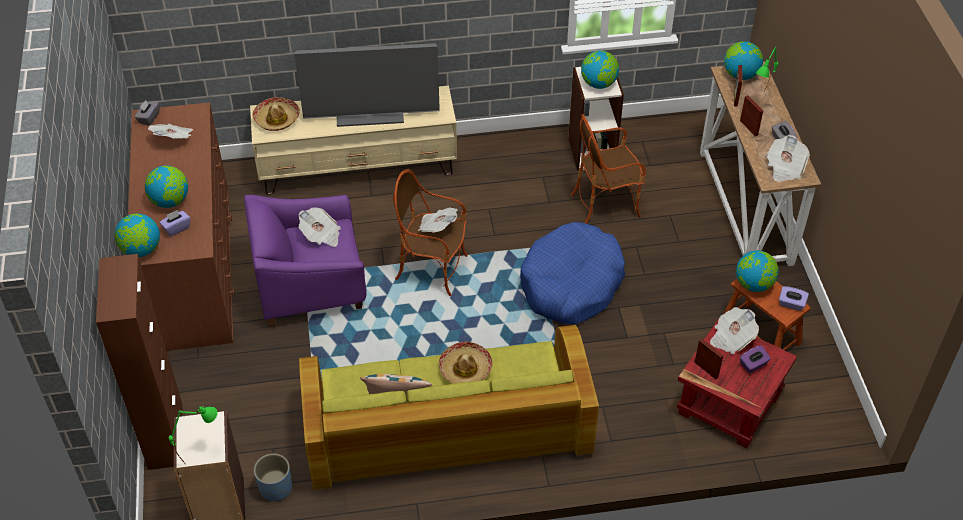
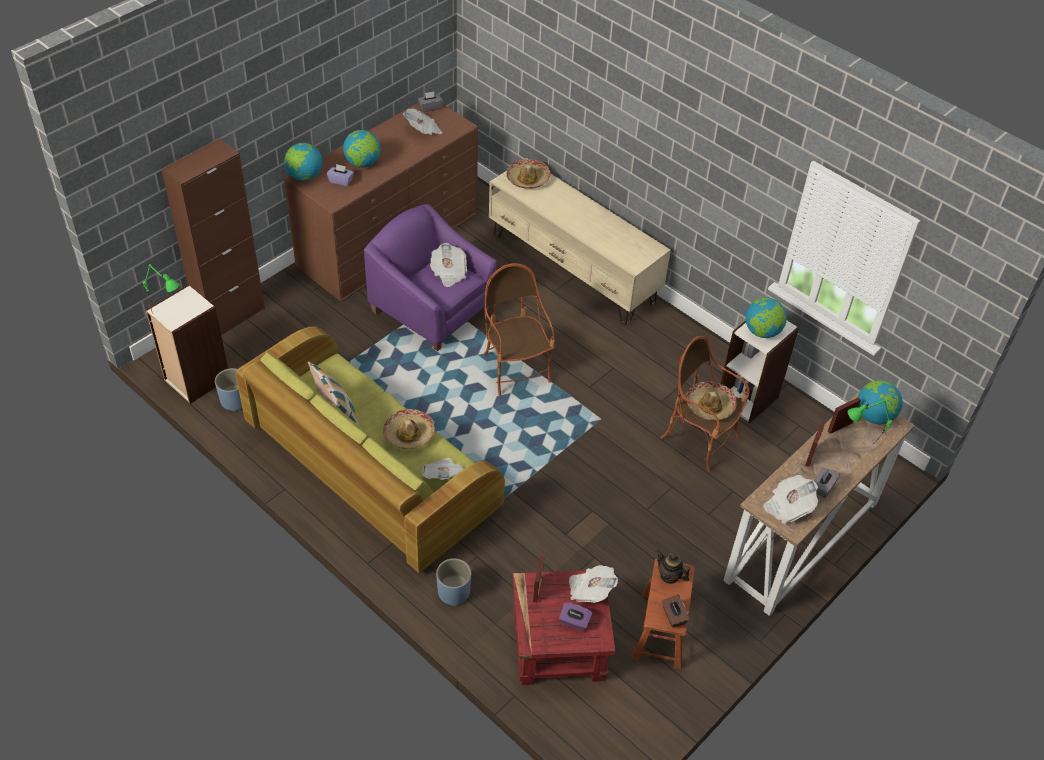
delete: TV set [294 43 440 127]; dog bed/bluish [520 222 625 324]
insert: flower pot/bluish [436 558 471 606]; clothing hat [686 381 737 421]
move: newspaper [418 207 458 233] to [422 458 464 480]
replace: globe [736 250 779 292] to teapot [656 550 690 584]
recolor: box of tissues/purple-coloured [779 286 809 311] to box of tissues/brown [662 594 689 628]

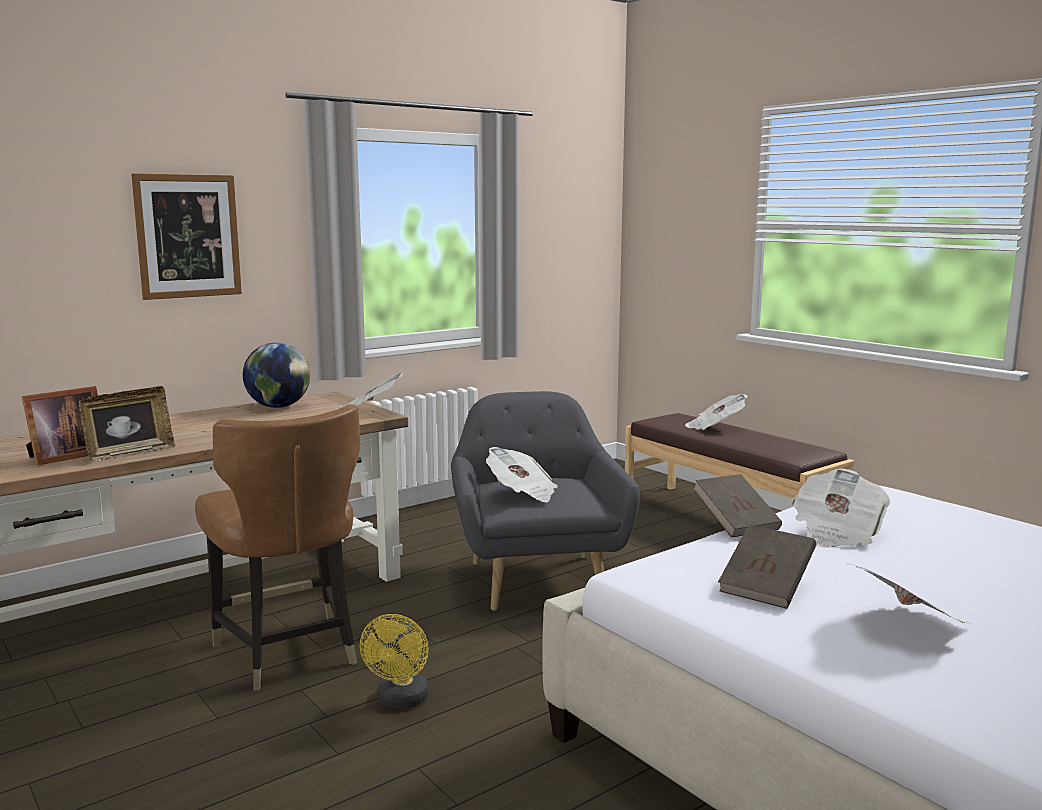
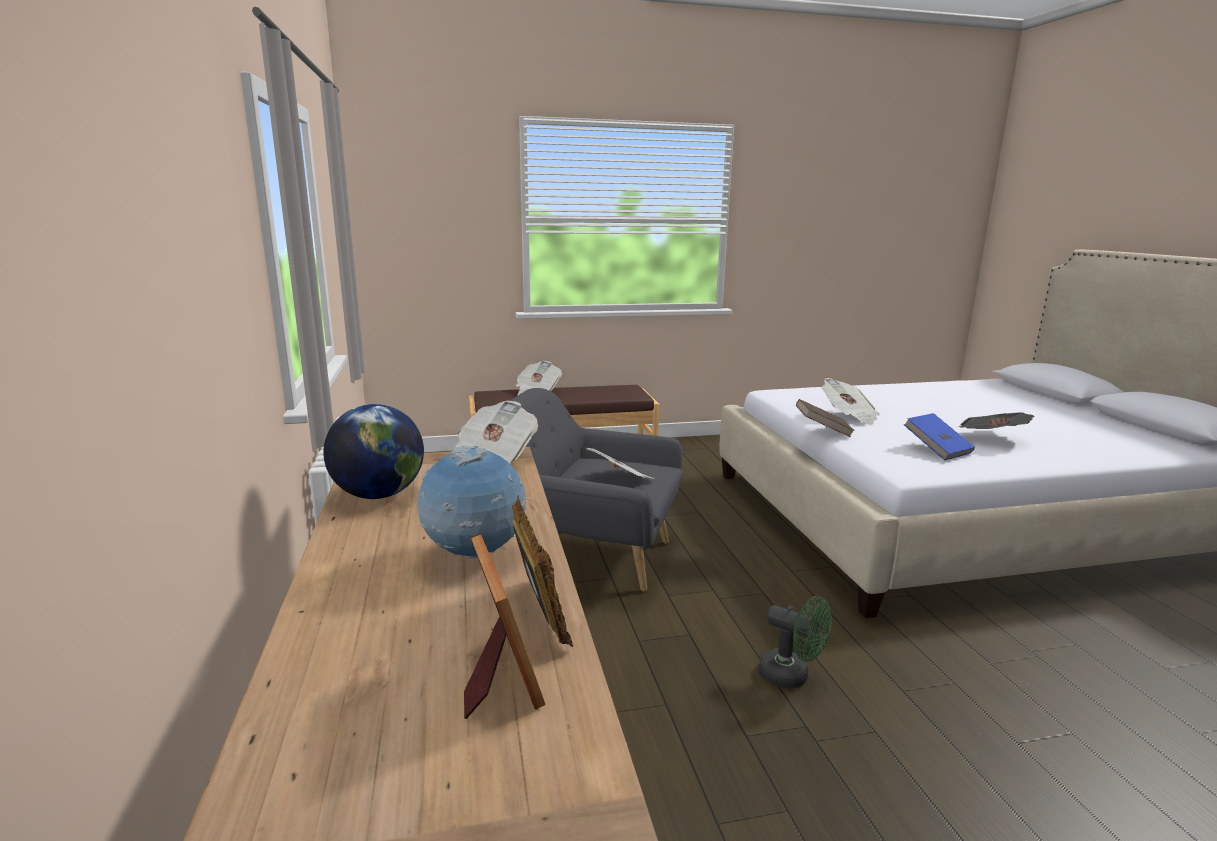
delete: wall art [131 173 242 300]; chair/brown [195 404 360 691]
insert: globe [417 446 526 558]
recolor: electric fan/yellow [360 614 429 709] to electric fan/green-coloured [759 596 832 689]; volume/brown [718 525 816 609] to volume/bluish [904 413 975 460]

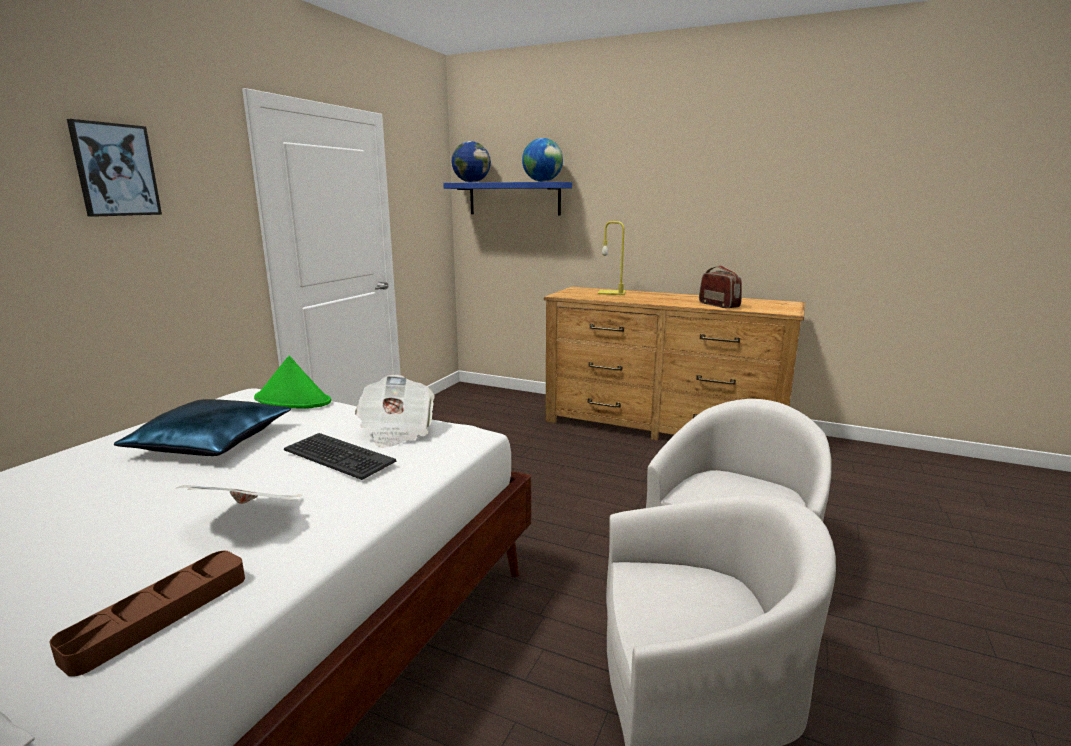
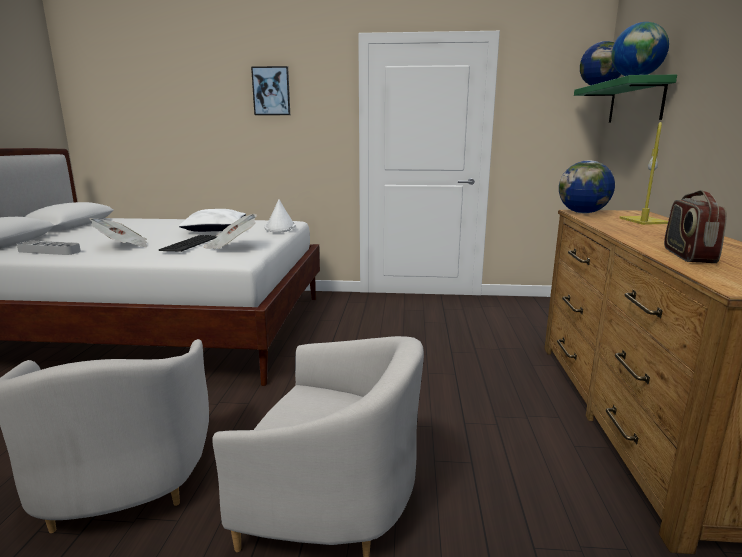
insert: globe [559 160 615 213]
recolor: carrying tray/brown [50 551 245 677] to carrying tray/gray [17 241 81 255]; cushion/bluish [114 399 291 456] to cushion/whitish [179 209 246 232]; clothing hat/green-coloured [254 356 331 409] to clothing hat/whitish [264 199 296 233]; wall shelf/bluish [443 182 572 216] to wall shelf/green-coloured [574 75 677 122]
rotate: radio [699 265 742 308] = [664 190 727 263] 150 degrees clockwise

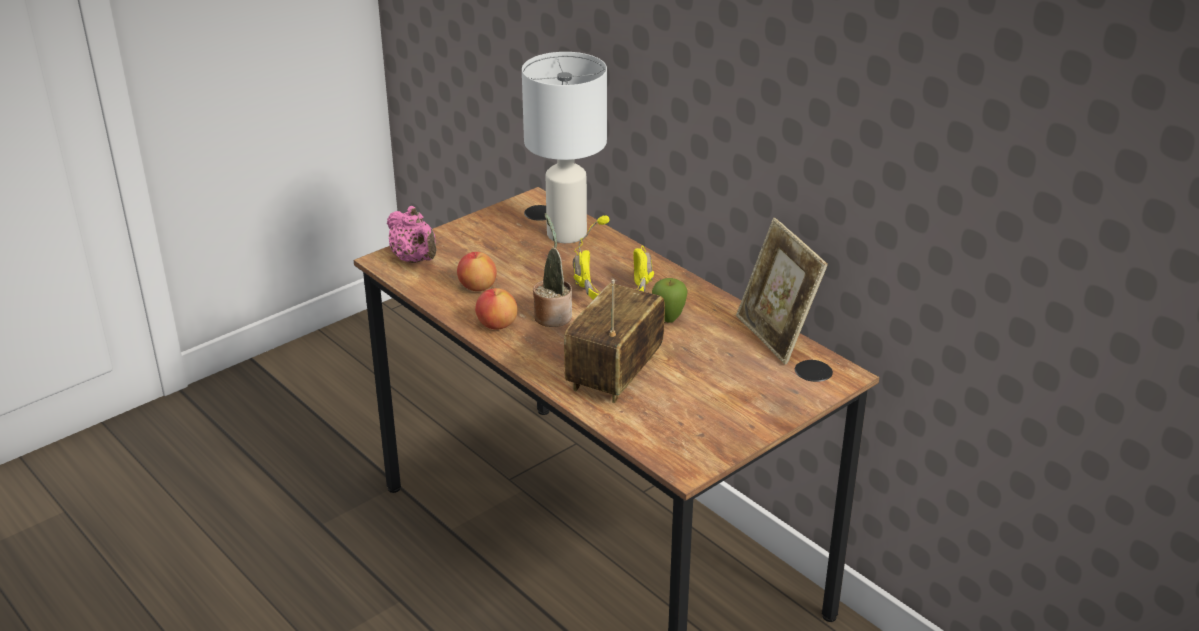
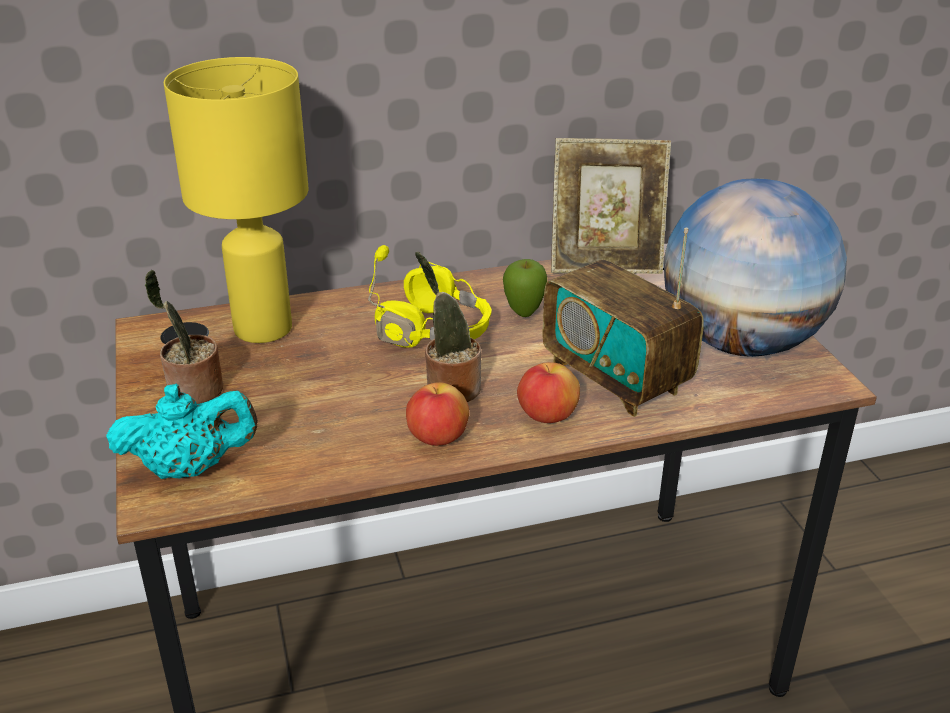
insert: potted plant [144 270 223 404]; globe [664 178 847 357]
move: apple [457 251 497 291] to [517 362 580 423]
recolor: teapot/pink [387 206 436 263] to teapot/blue-green [106 384 258 479]; tabletop lamp/whitish [522 52 607 243] to tabletop lamp/yellow [163 57 309 343]

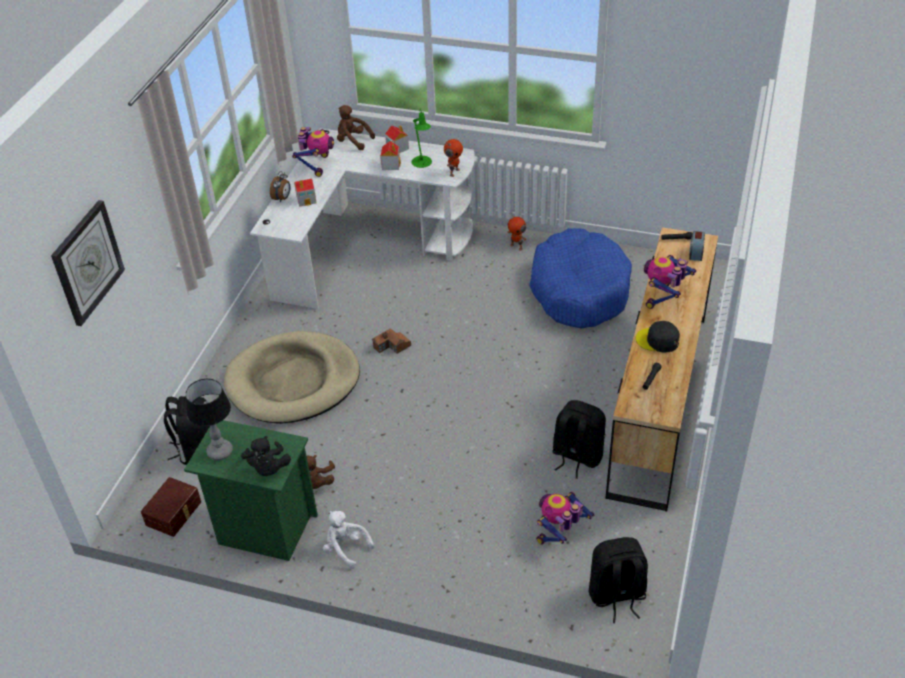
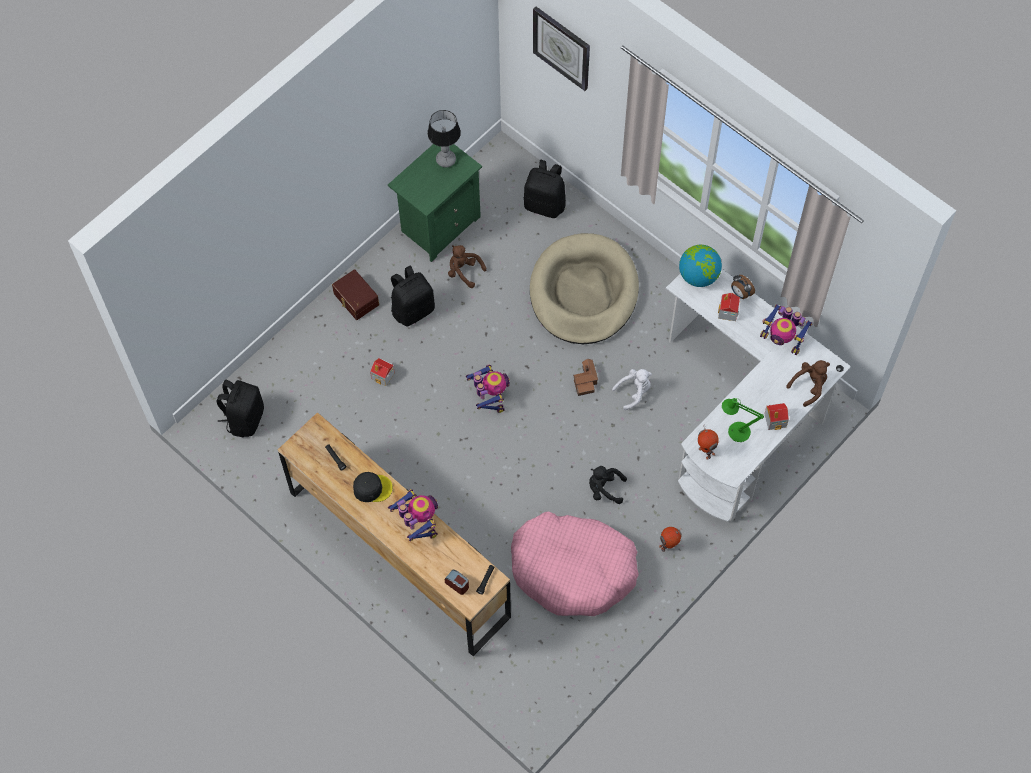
insert: globe [679 245 722 287]
move: storage box/brown [141 477 201 537] to [332 269 379 320]; model house [380 141 401 170] to [370 358 395 386]; backpack/black-coloured [552 400 606 479] to [391 265 435 326]; model robot [536 492 595 545] to [466 364 510 413]; soft toy/black-coloured [241 436 291 476] to [589 466 627 504]; soft toy/whitish [323 511 374 569] to [612 369 652 410]
recolor: dog bed/bluish [529 228 632 329] to dog bed/pink [511 512 639 616]
rotate: peaked cap/black-coloured [636 321 680 353] = [353 472 393 502] 45 degrees clockwise

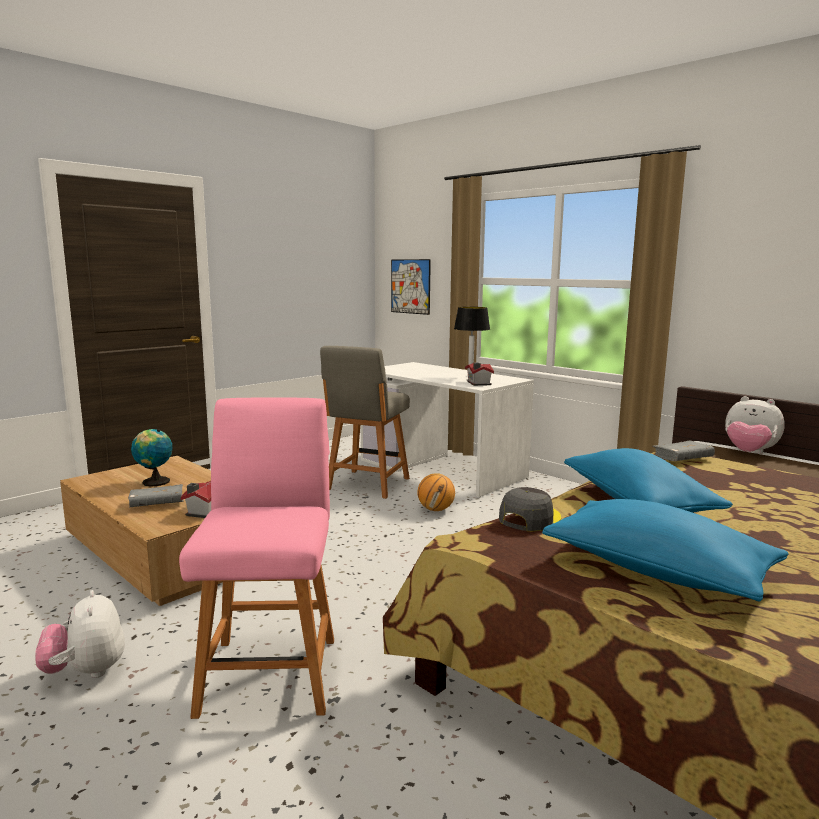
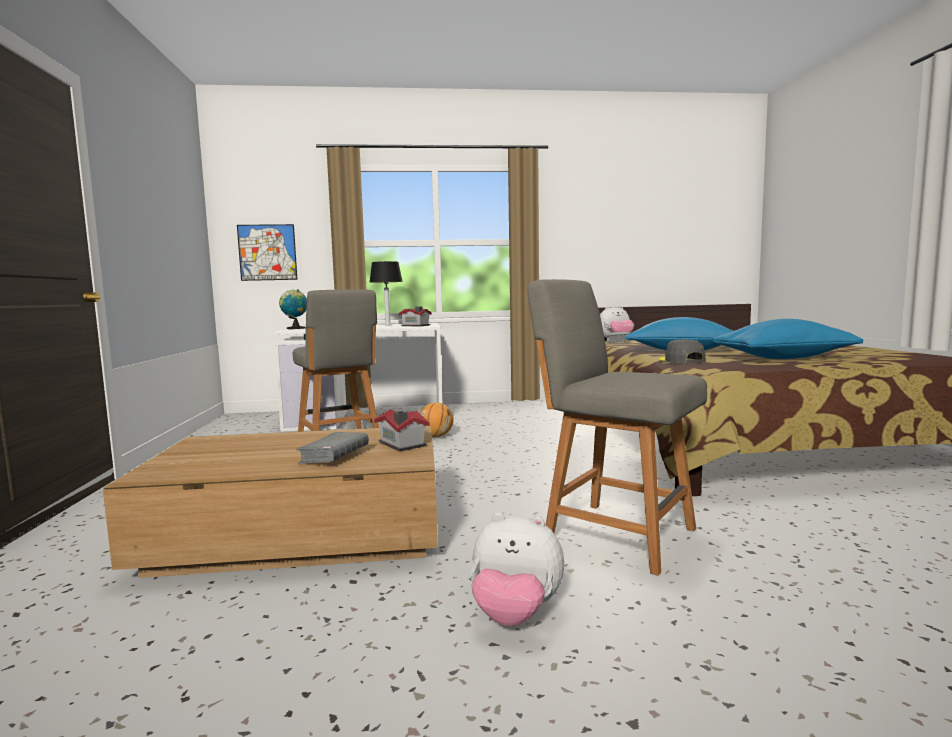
move: globe [131 429 173 487] to [279 289 307 329]
recolor: chair/pink [179 397 334 719] to chair/gray [528 279 707 576]

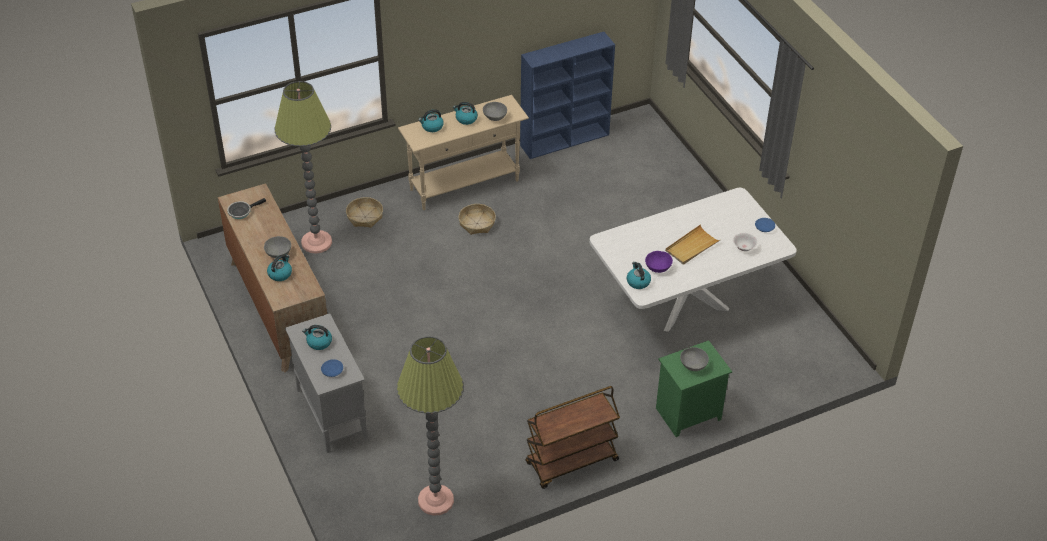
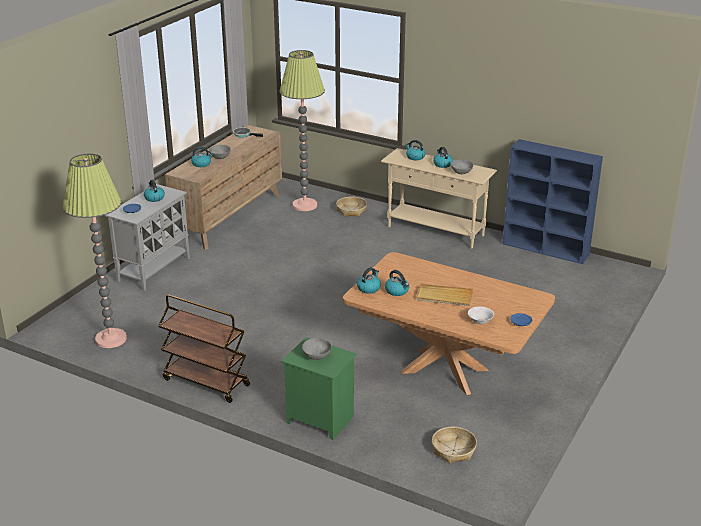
move: household basket [458 204 496 235] to [432 427 477 464]
replace: serving bowl/purple-coloured [645 251 673 273] to water kettle [385 270 409 296]
recolor: kitchen table/whitish [590 188 797 332] to kitchen table/brown [343 252 555 395]

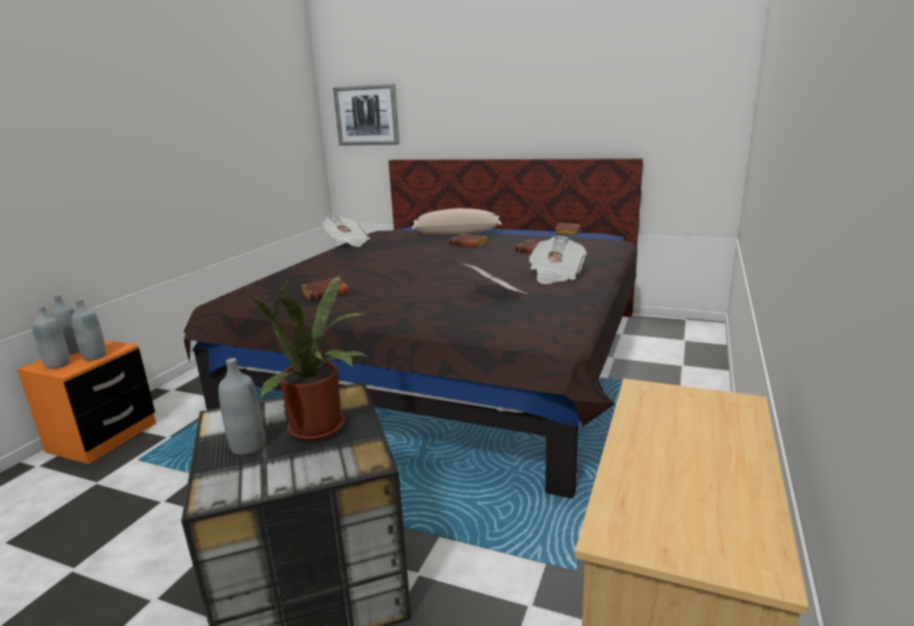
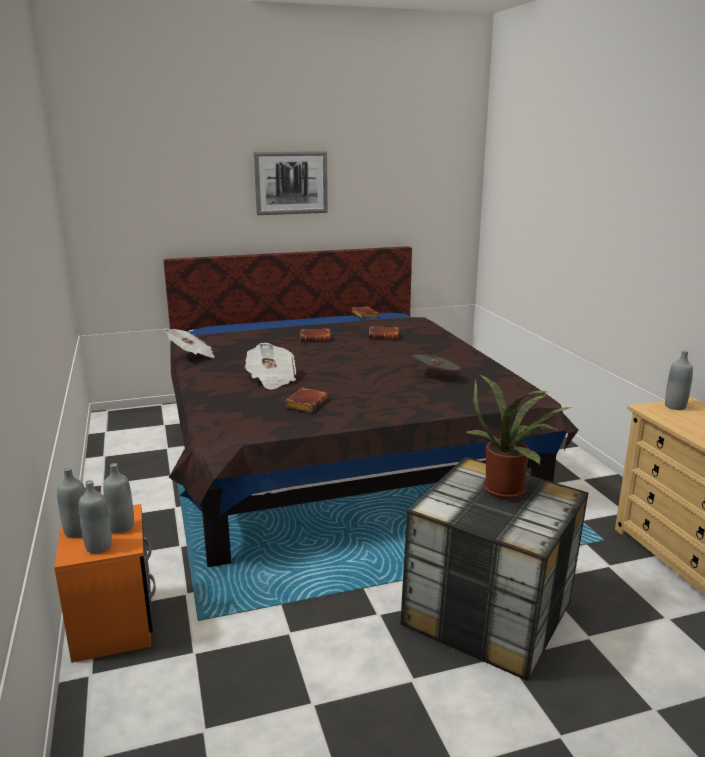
delete: cushion/beige [412 208 502 234]
move: newspaper [529 236 587 284] to [245 343 296 390]; wall art [333 84 399 146] to [254 151 328 215]; bottle/gray [218 358 264 455] to [665 350 693 410]

